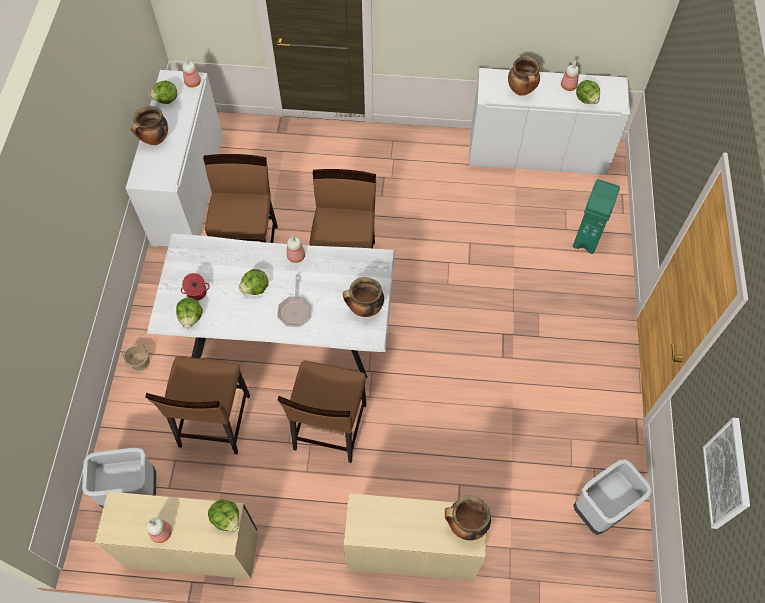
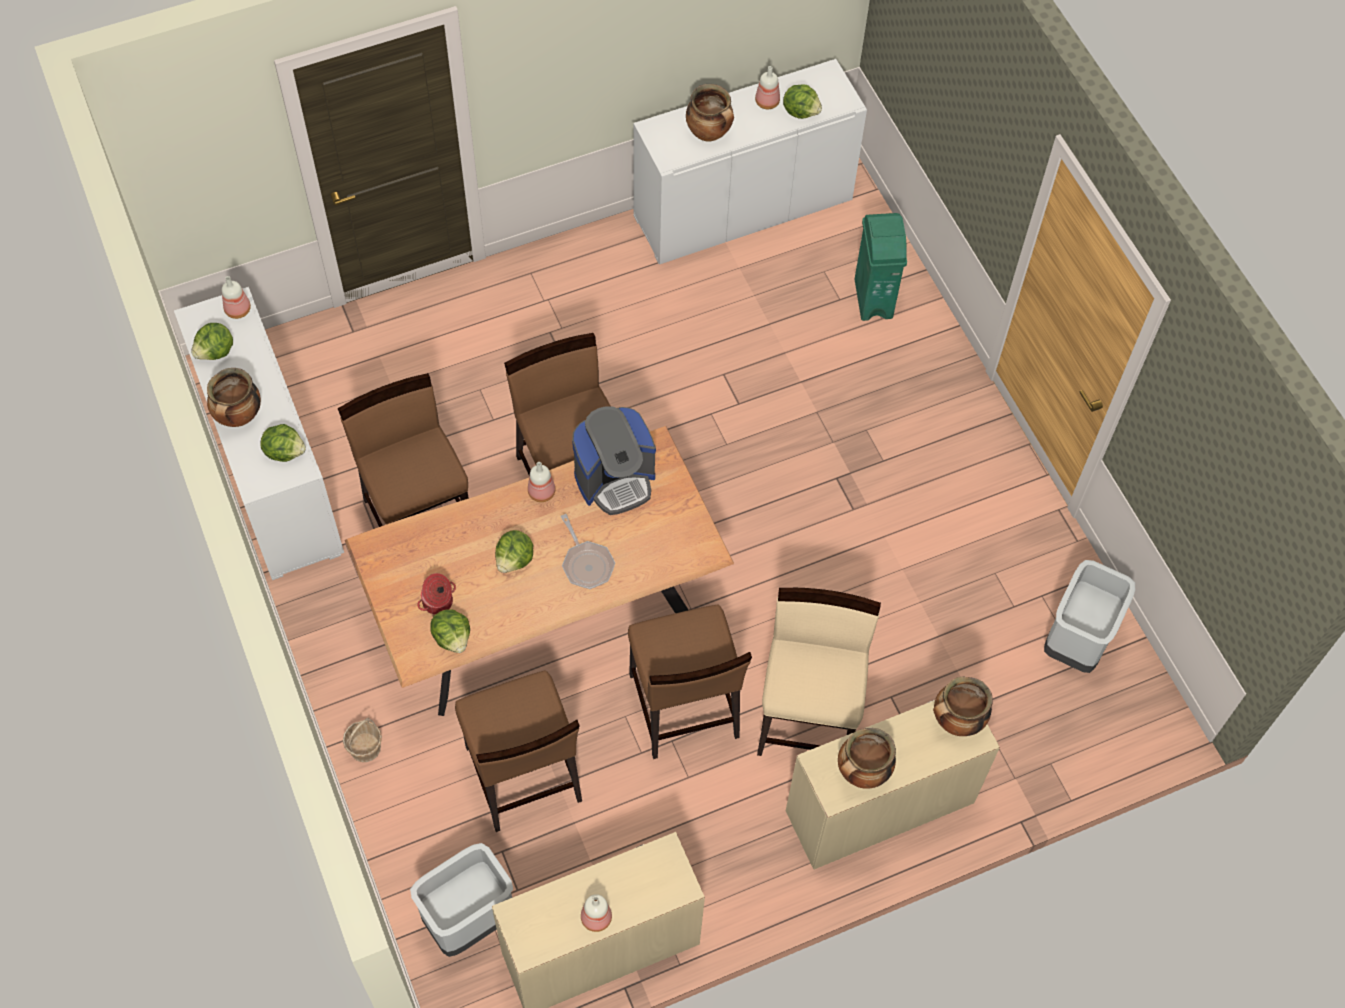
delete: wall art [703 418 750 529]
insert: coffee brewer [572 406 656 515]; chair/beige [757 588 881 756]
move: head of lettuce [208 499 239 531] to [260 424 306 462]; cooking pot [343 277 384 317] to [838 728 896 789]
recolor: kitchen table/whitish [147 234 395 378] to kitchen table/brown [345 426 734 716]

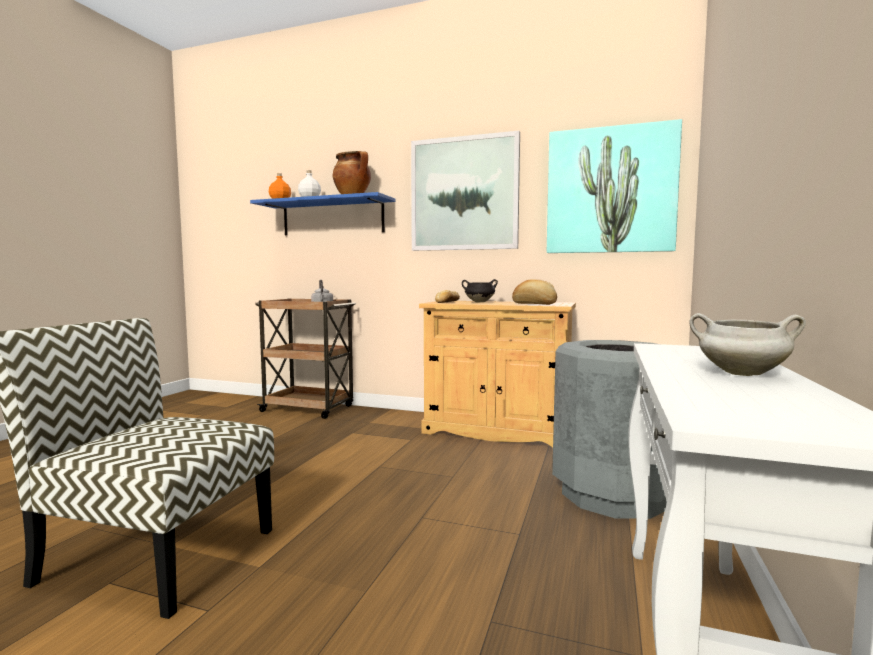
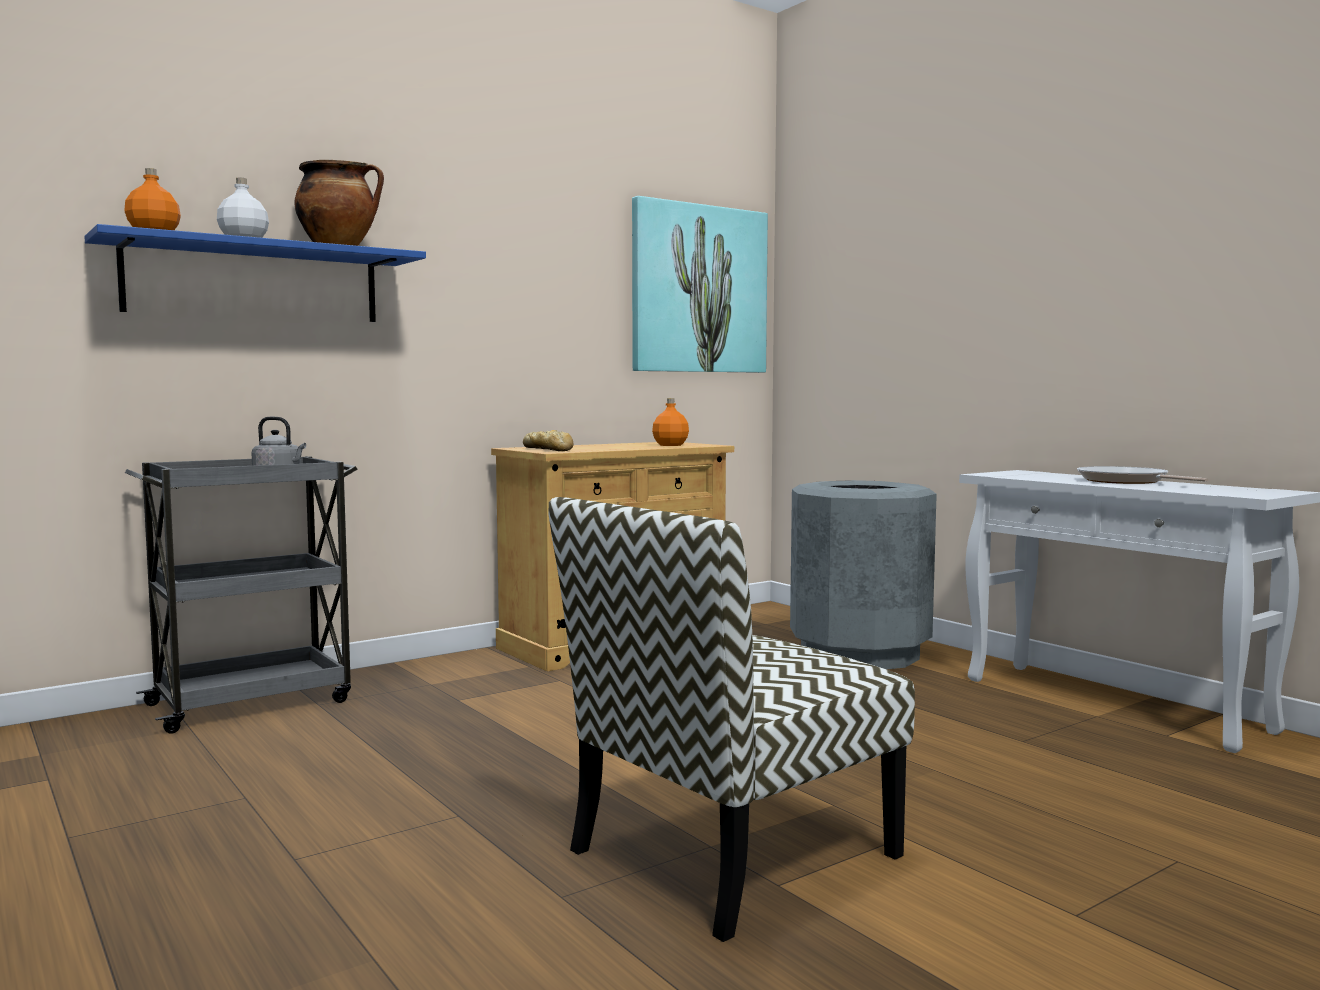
delete: wall art [411 131 520 251]; cooking pot/black-coloured [462 279 498 303]
replace: bread [512 279 557 305] to bottle/orangey [652 398 689 446]; cooking pot/whitish [689 313 806 376] to skillet [1077 466 1208 484]
recolor: trolley/brown [255 299 356 419] to trolley/gray [125 456 357 734]

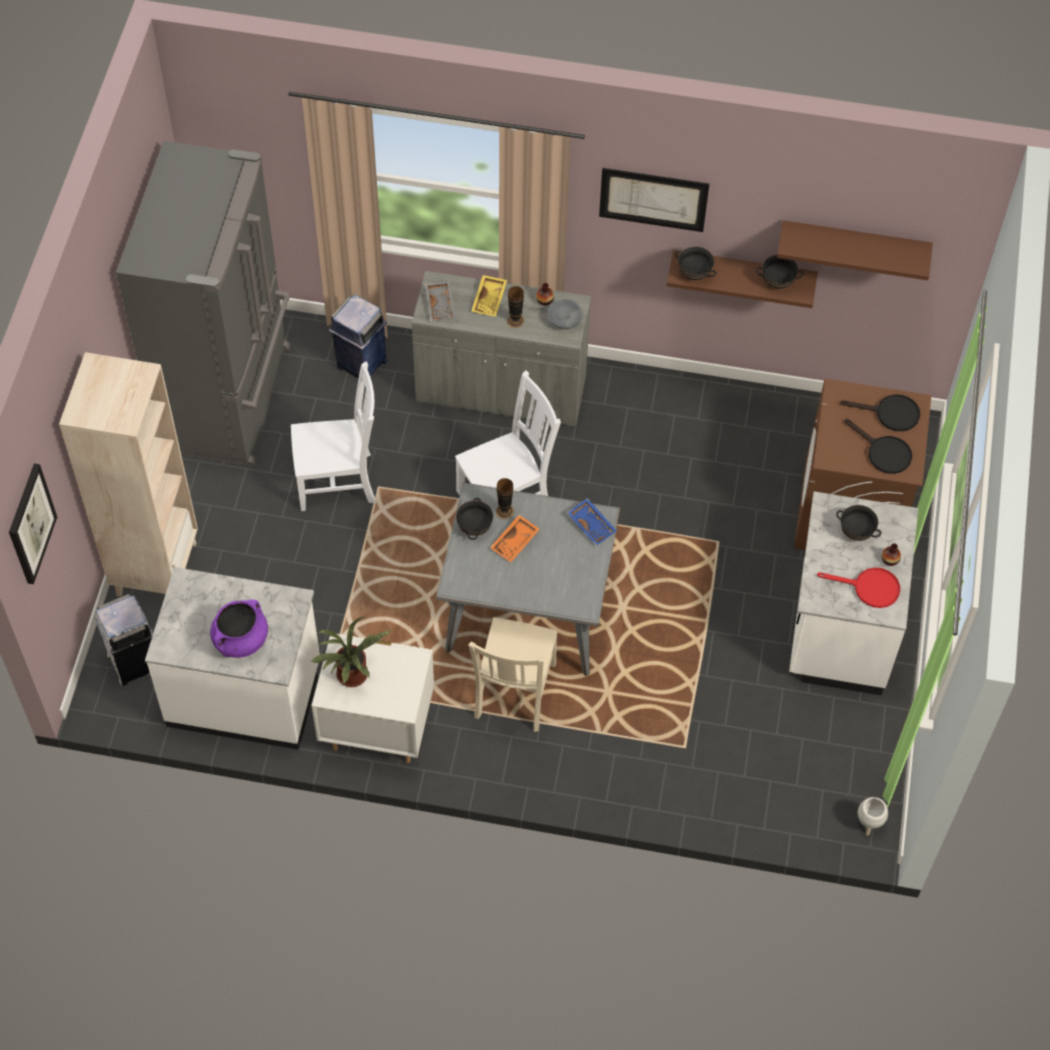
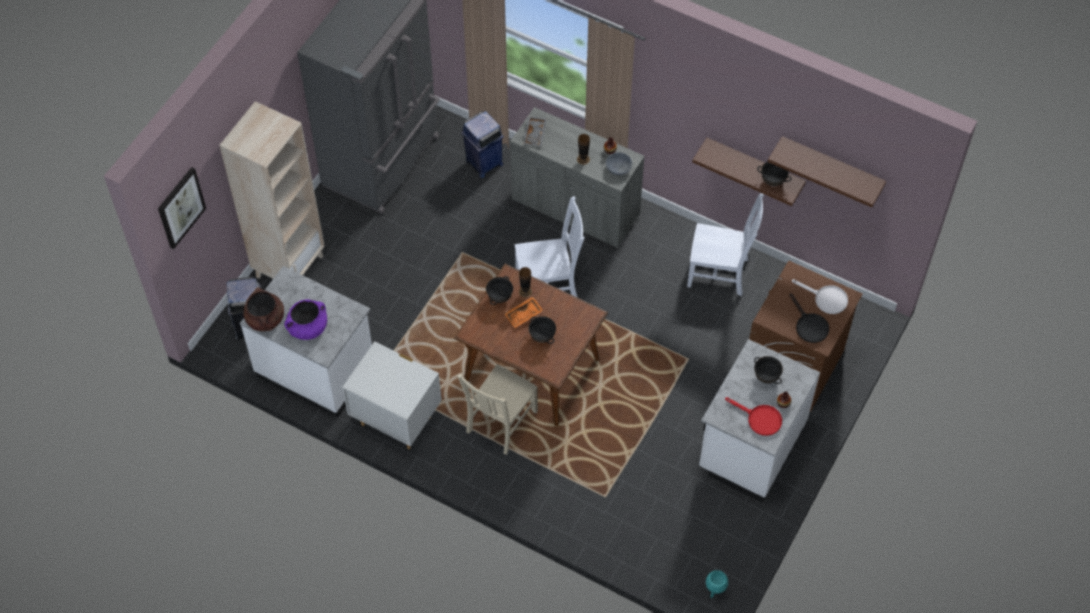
delete: potted plant [310 616 393 687]; carrying tray/yellow [471 275 507 317]; carrying tray/bluish [567 498 617 546]; wall art [599 168 709 232]
insert: cooking pot/brown [243 287 284 331]
move: serving bowl/black-coloured [675 246 717 280] to [529 316 556 344]; chair/whitish [291 362 376 511] to [687 193 764 296]
recolor: kitchen table/gray [436 482 620 676] to kitchen table/brown [454 264 608 426]; flower pot/whitish [858 797 888 835] to flower pot/blue-green [706 570 728 598]; skillet/black-coloured [840 394 920 431] to skillet/whitish [792 279 848 314]

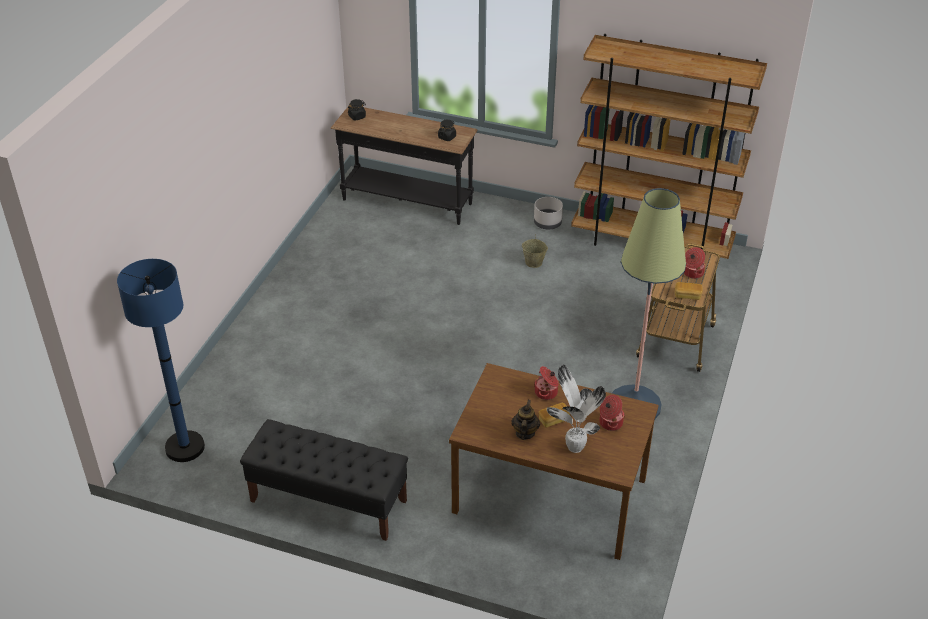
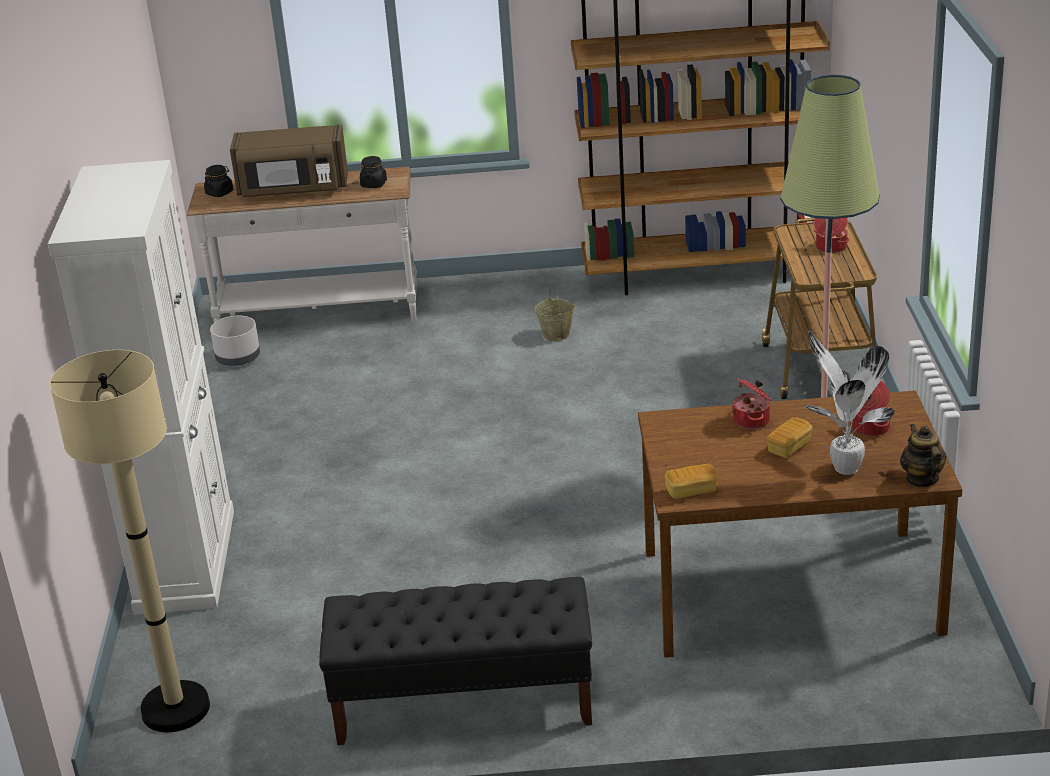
insert: cabinet/whitish [48 160 234 615]; microwave oven/brown [230 125 348 197]
move: flower pot/gray [534 197 563 229] to [210 316 260 366]; bread [675 282 703 300] to [665 464 717 499]; teapot [511 400 540 440] to [900 424 946 487]
recolor: standing lamp/bluish [117 259 205 462] to standing lamp/beige [50 350 210 732]; narrow table/black-coloured [330 107 477 225] to narrow table/whitish [187 167 417 323]

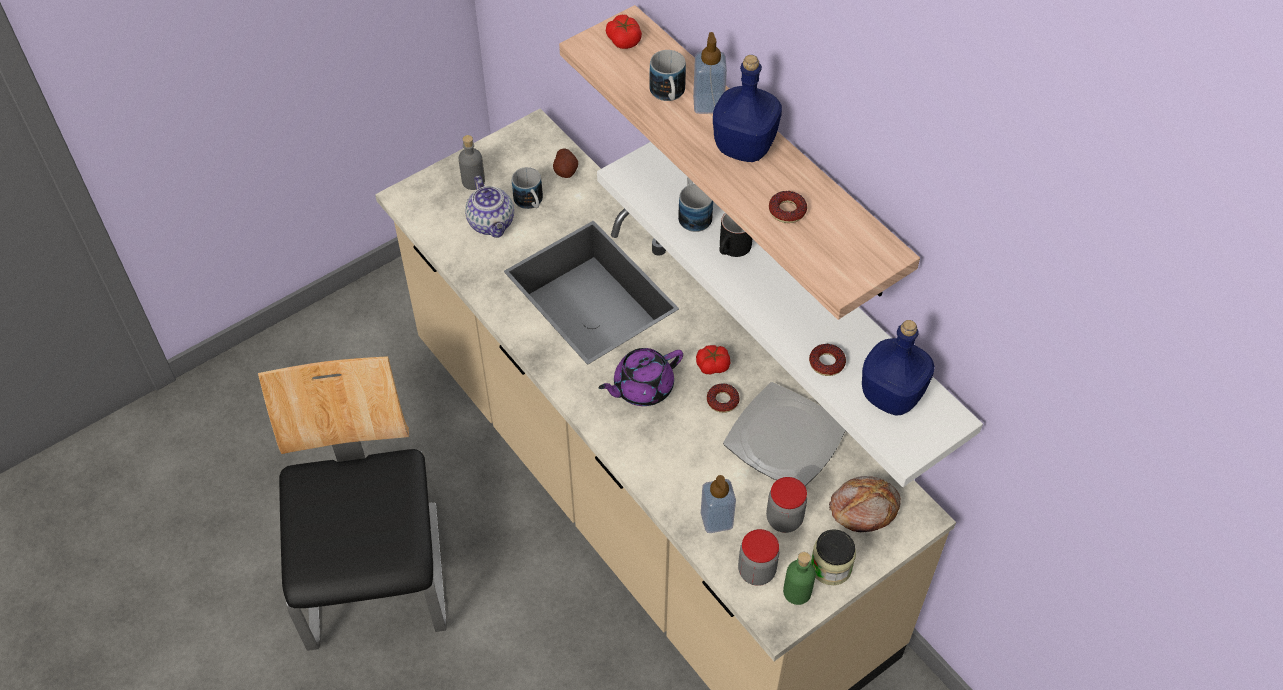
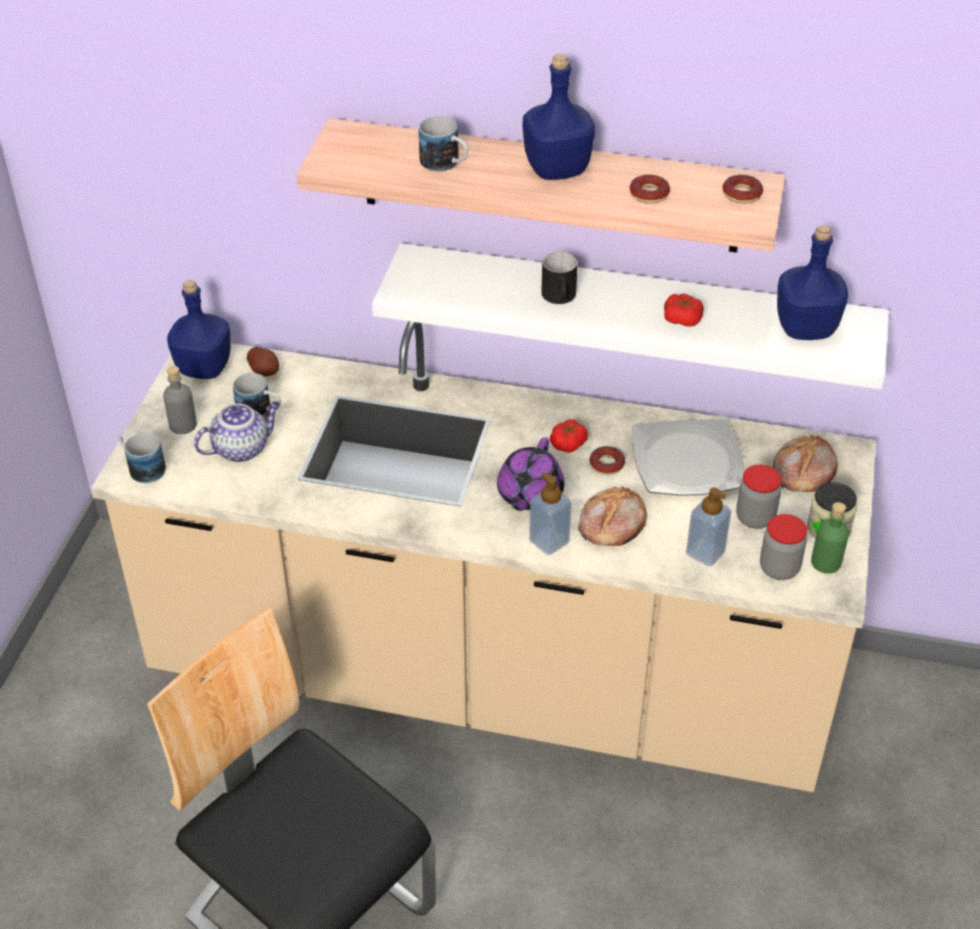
insert: bottle/bluish [167 280 230 379]; bread [578 486 647 546]
move: tea mug [678 177 713 232] to [119 433 166 483]; soap bottle [693 32 727 114] to [529 472 571 555]; fresh tomato [606 15 642 49] to [664 293 704 327]; doughnut [809 344 846 376] to [722 175 763 204]
rotate: teapot [465 176 514 238] = [194 401 280 462] 60 degrees counterclockwise

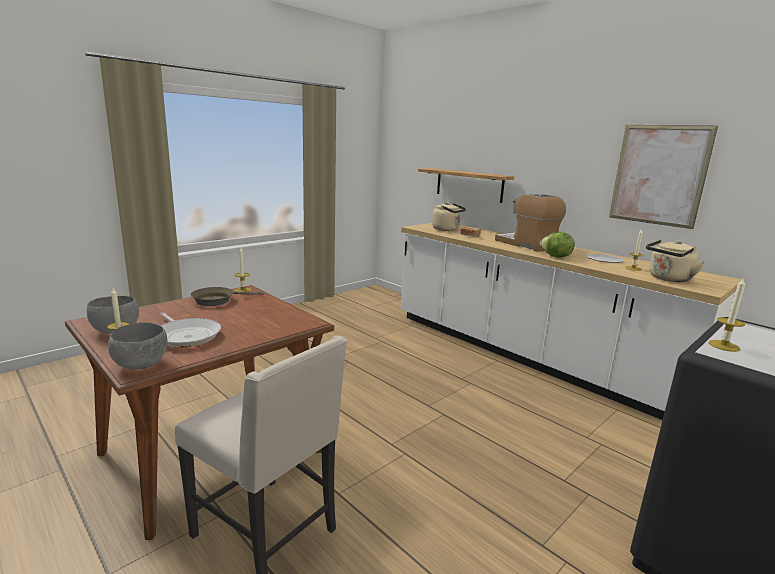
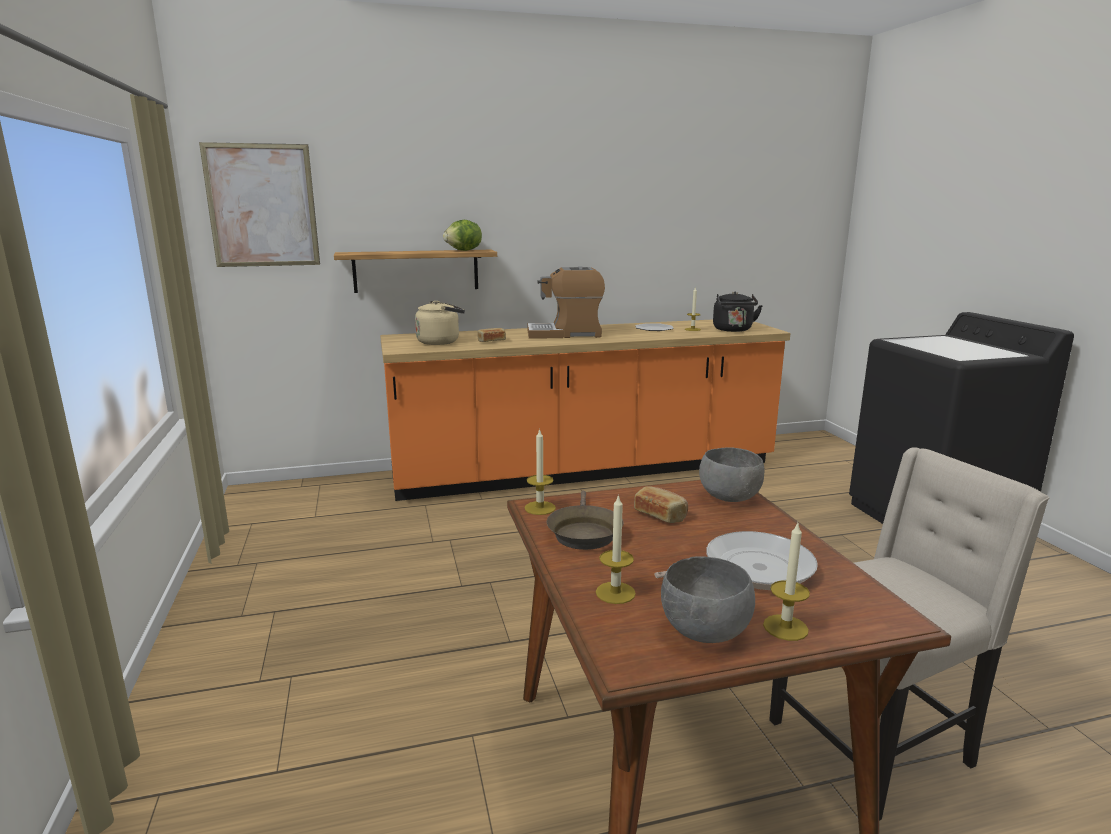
insert: bread [634 486 688 523]
move: wall art [609 125 718 229] to [199 142 320 267]; head of lettuce [540 232 575 258] to [443 220 482 251]; candle [709 277 745 352] to [596 494 636 604]; serving bowl/gray [108 322 167 370] to [699 447 765 502]
recolor: counter/whitish [401 223 742 420] to counter/orangey [380 319 791 501]; water kettle/beige [646 240 706 282] to water kettle/black-coloured [713 292 763 332]

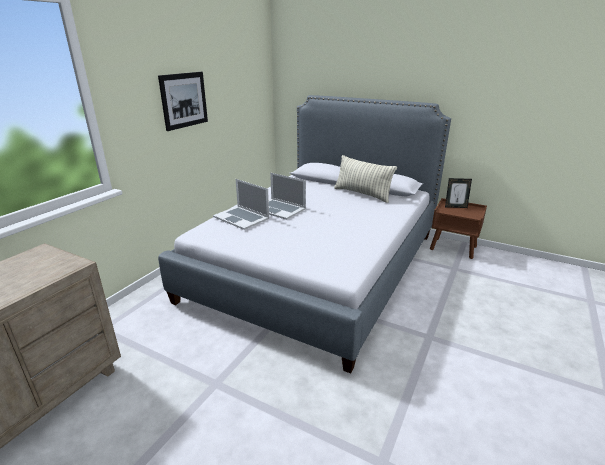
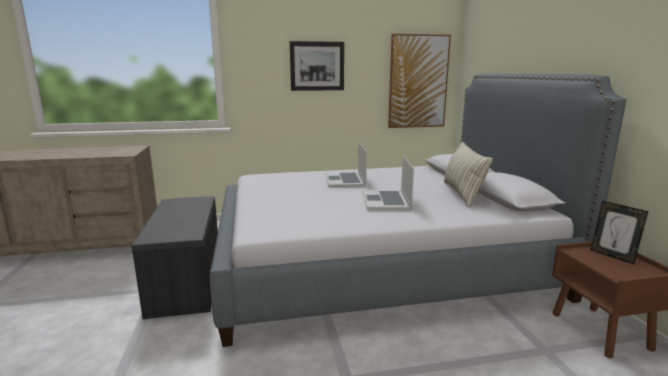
insert: indoor bench/gray [132 196 218 319]; wall art [388 34 451 128]
move: laptop [213 179 269 230] to [363 156 414 210]

